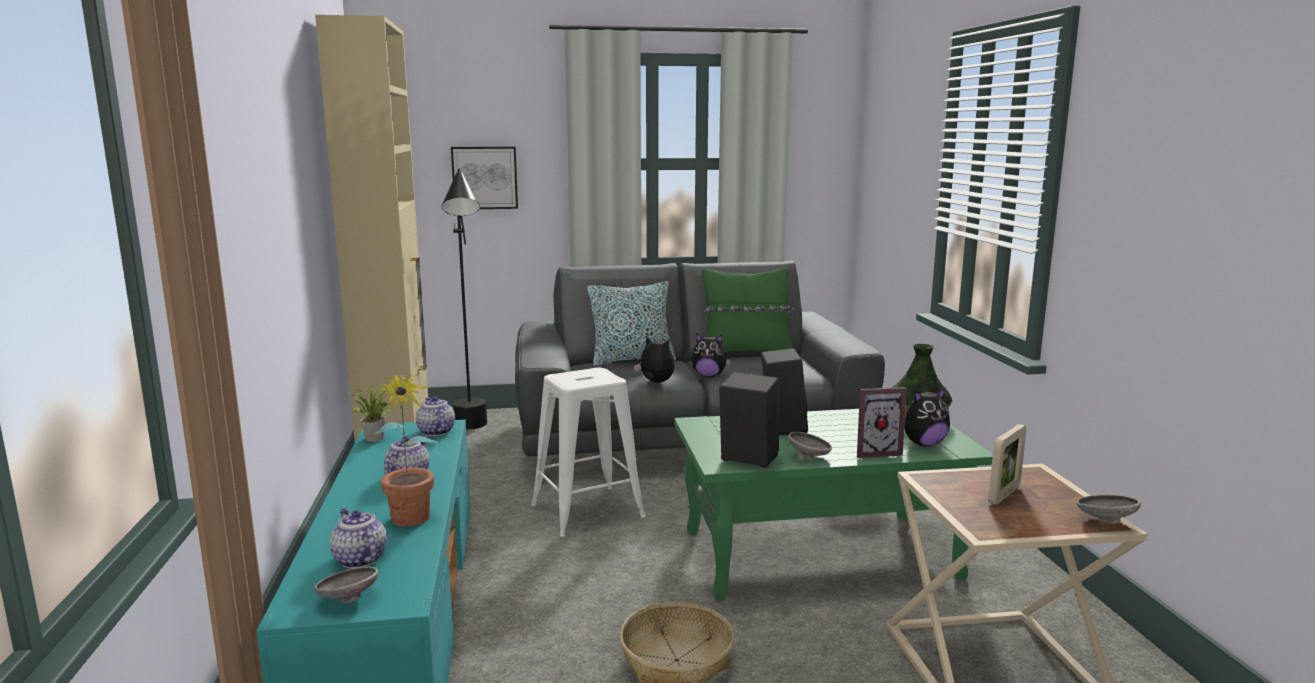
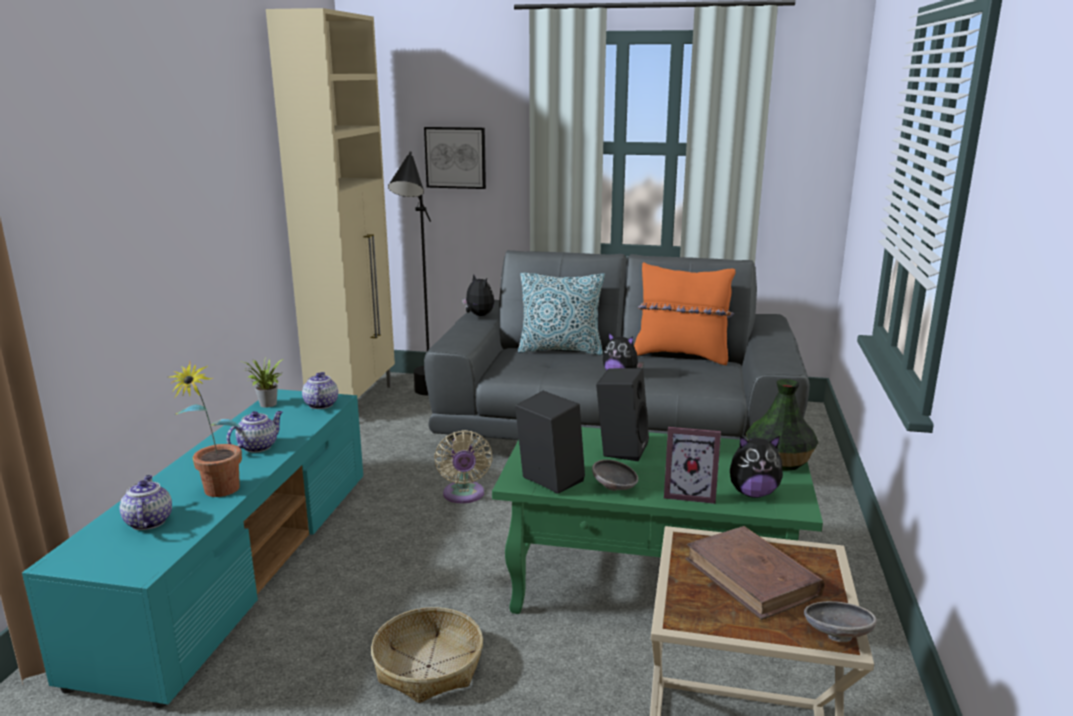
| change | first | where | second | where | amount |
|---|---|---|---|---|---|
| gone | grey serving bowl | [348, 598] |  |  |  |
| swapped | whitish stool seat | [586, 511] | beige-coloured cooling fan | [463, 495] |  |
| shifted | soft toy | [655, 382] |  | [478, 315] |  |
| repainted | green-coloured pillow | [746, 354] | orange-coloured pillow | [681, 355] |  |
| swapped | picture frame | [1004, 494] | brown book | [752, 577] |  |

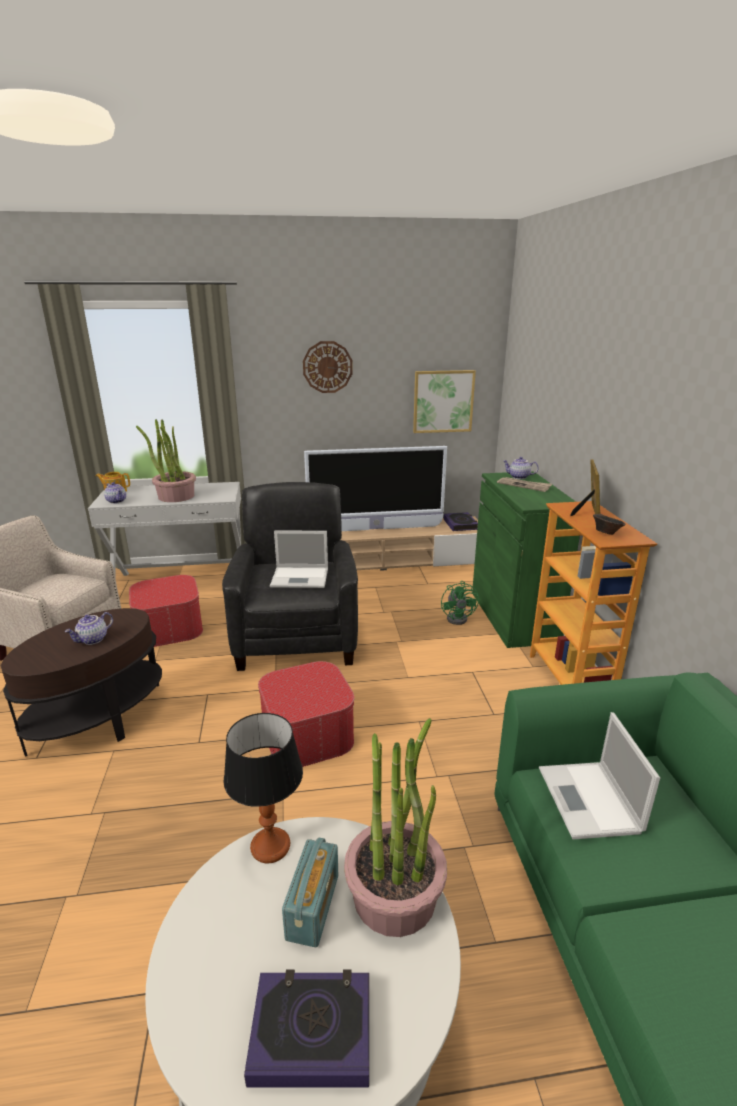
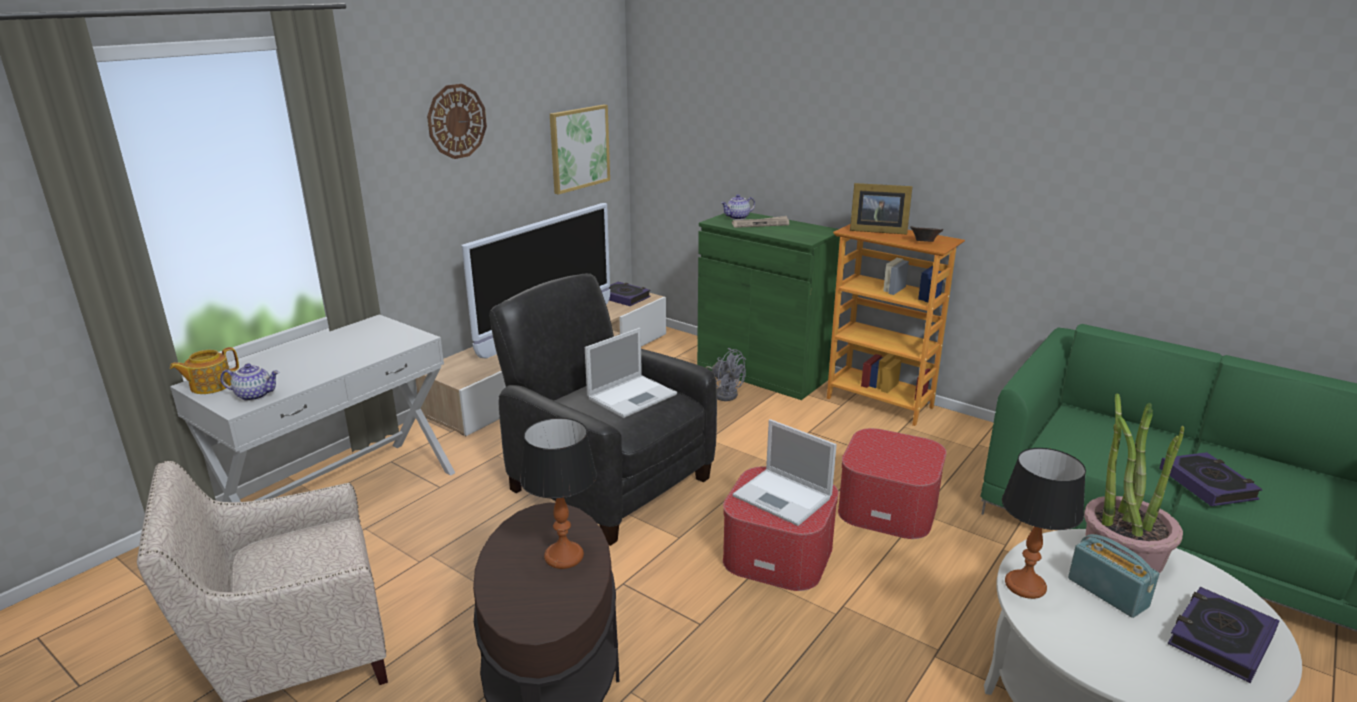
| change | first | where | second | where | amount |
|---|---|---|---|---|---|
| swapped | tea pot | [93, 640] | lamp for a table | [564, 556] |  |
| shifted | footrest | [169, 627] |  | [888, 507] |  |
| gone | houseplant | [176, 496] |  |  |  |
| repainted | green-coloured cooling fan | [459, 618] | grey cooling fan | [725, 393] |  |
| shifted | portable computer | [590, 801] |  | [784, 497] |  |
| rotated | picture frame | [588, 512] |  | [876, 230] | 135 degrees clockwise |
| new |  |  | book | [1207, 484] |  |

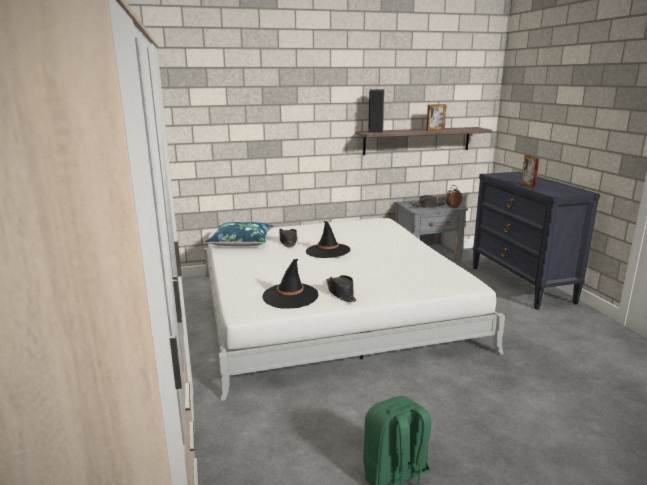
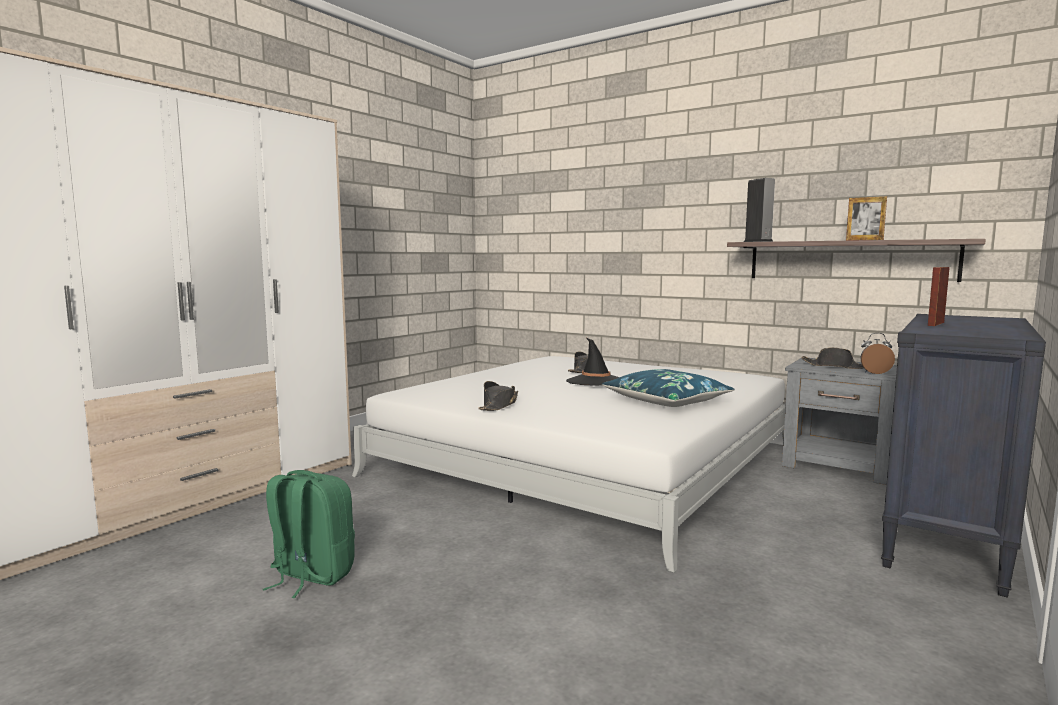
| change | first | where | second | where | amount |
|---|---|---|---|---|---|
| shifted | blue-coloured pillow | [241, 242] |  | [666, 401] |  |
| gone | blackish clothing hat | [290, 296] |  |  |  |

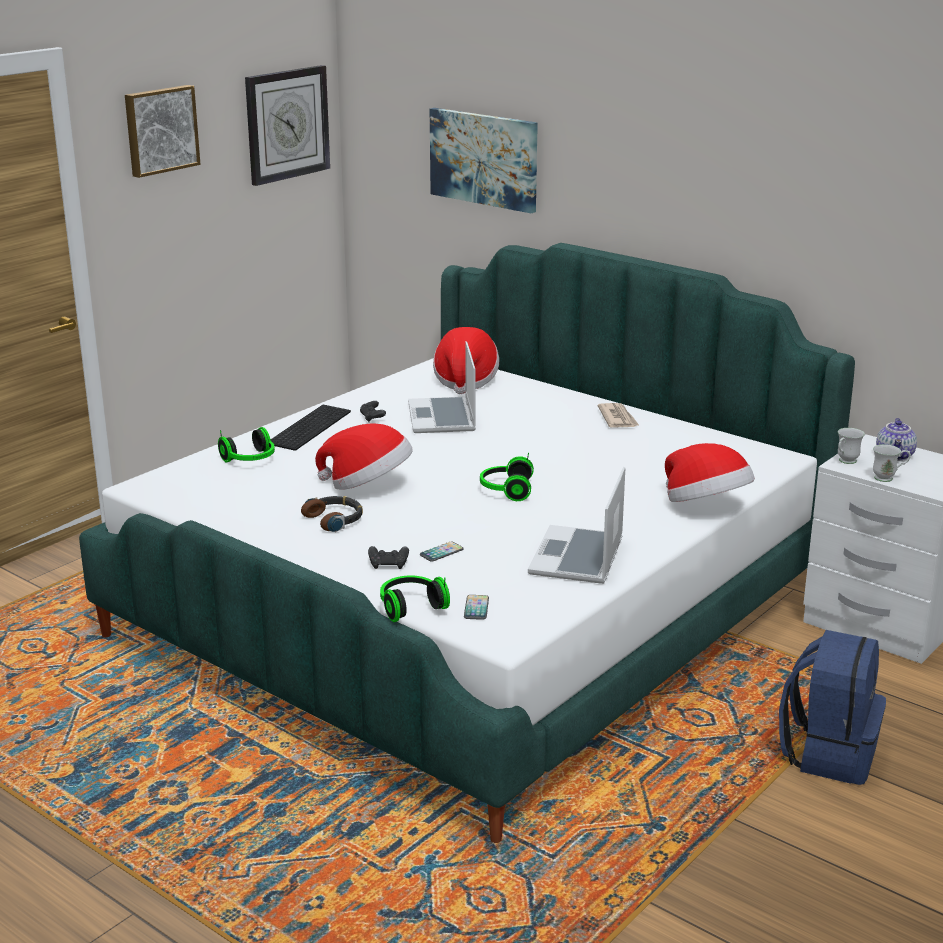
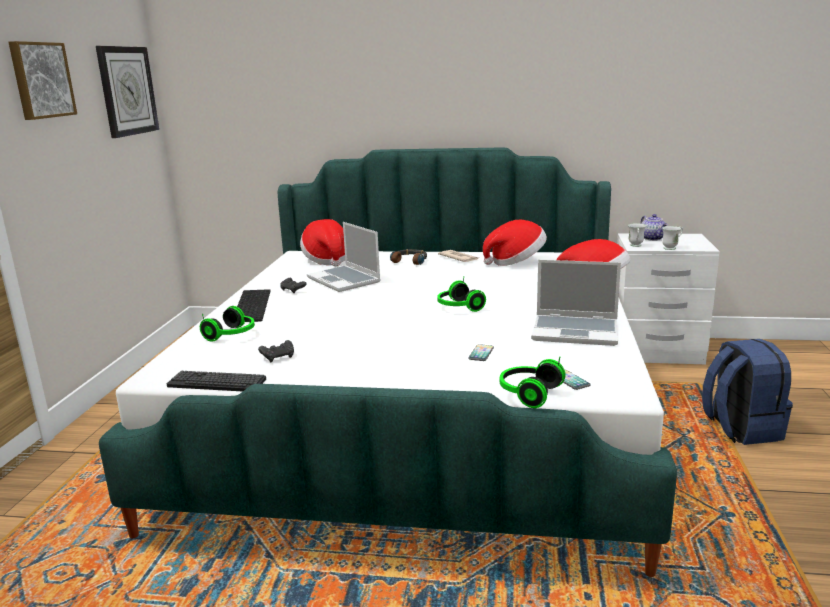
| change | first | where | second | where | amount |
|---|---|---|---|---|---|
| shifted | headset | [335, 519] |  | [410, 261] |  |
| shifted | clothing hat | [368, 485] |  | [516, 262] |  |
| shifted | blackish joypad | [388, 565] |  | [278, 357] |  |
| gone | picture | [484, 159] |  |  |  |
| rotated | portable computer | [578, 558] |  | [576, 331] | 60 degrees counterclockwise |
| new |  |  | keyboard | [217, 383] |  |

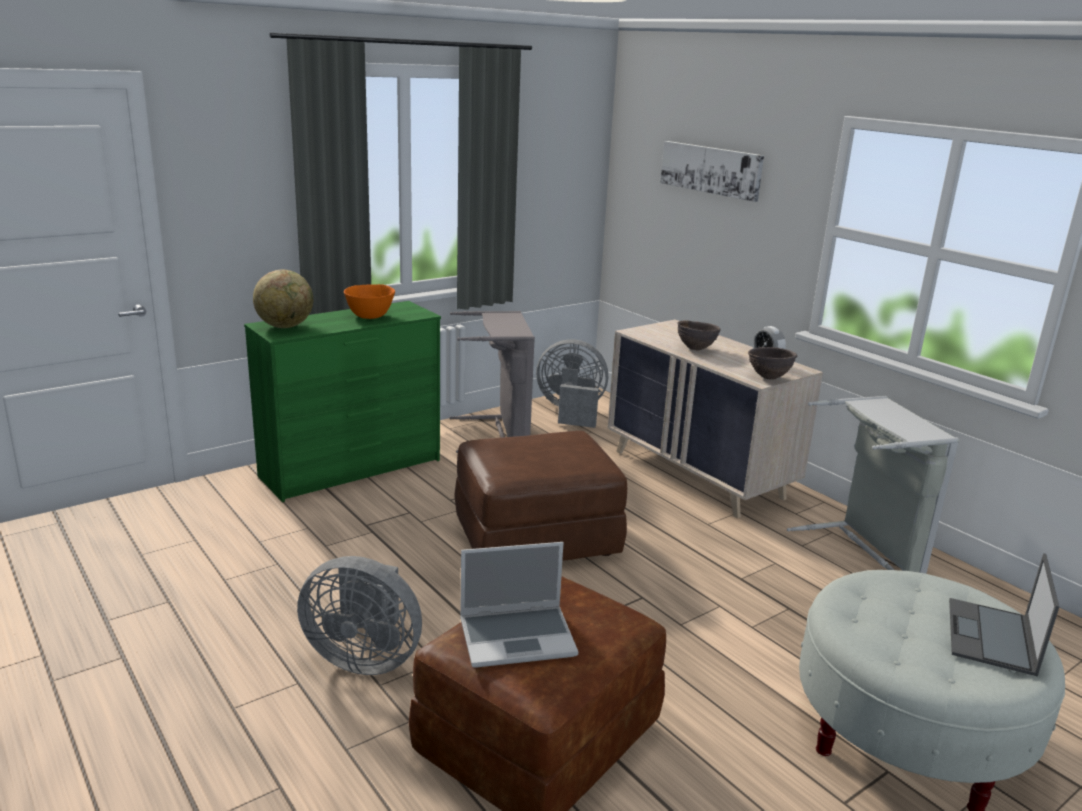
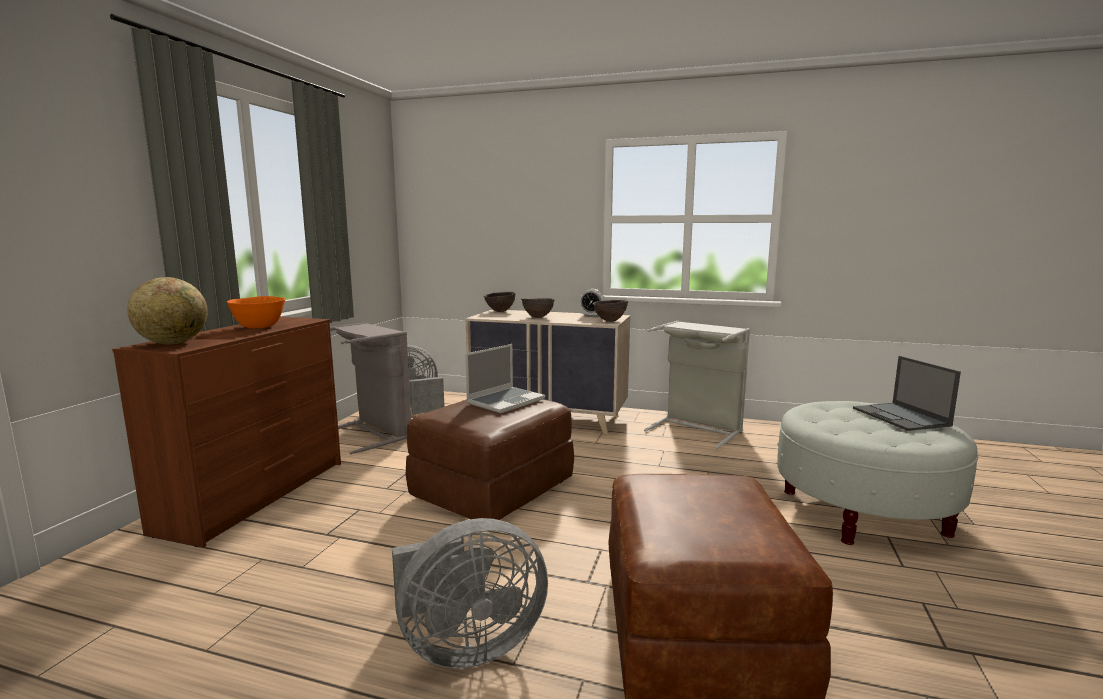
| change | first | where | second | where | amount |
|---|---|---|---|---|---|
| repainted | green-coloured chest of drawers | [352, 469] | brown chest of drawers | [256, 496] |  |
| shifted | portable computer | [518, 637] |  | [505, 401] |  |
| gone | picture | [711, 169] |  |  |  |
| new |  |  | brown serving bowl | [500, 311] |  |

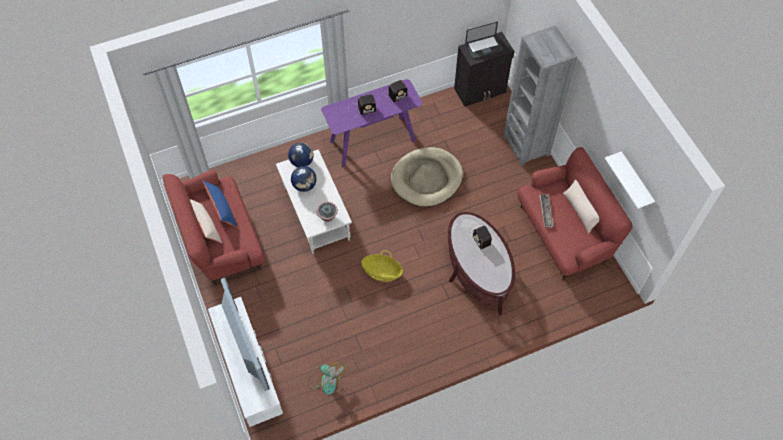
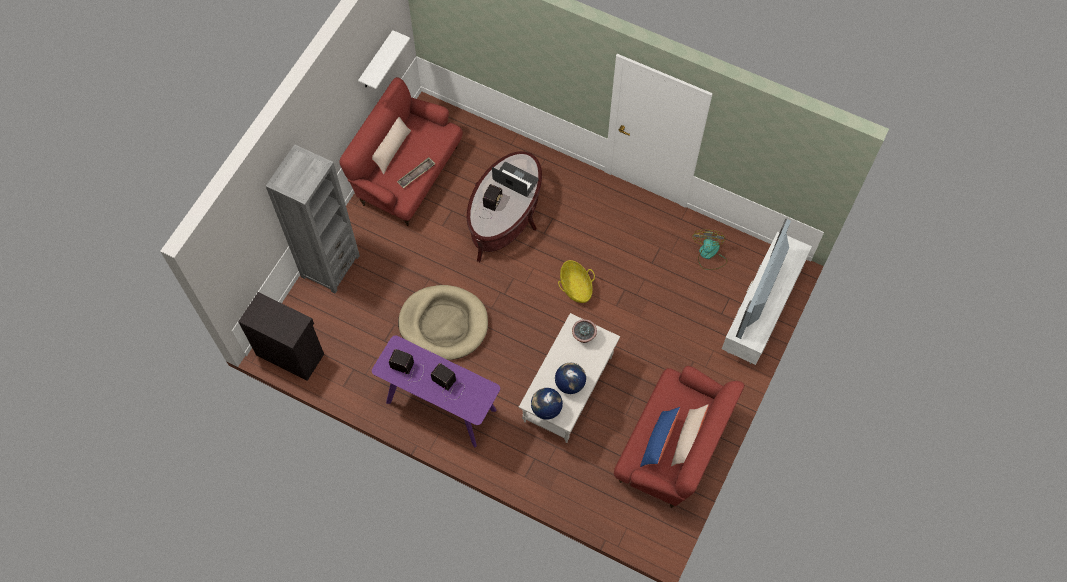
| change | first | where | second | where | amount |
|---|---|---|---|---|---|
| shifted | portable computer | [484, 47] |  | [515, 180] |  |

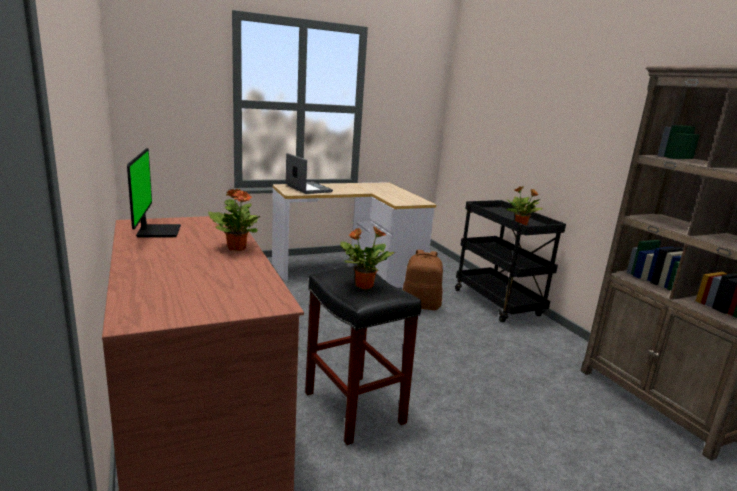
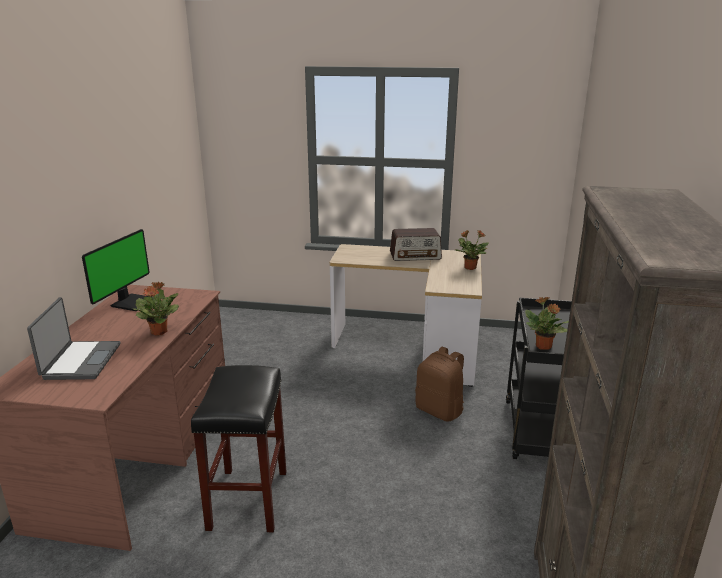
| change | first | where | second | where | amount |
|---|---|---|---|---|---|
| shifted | portable computer | [308, 189] |  | [80, 361] |  |
| shifted | houseplant | [363, 285] |  | [469, 267] |  |
| new |  |  | radio set | [415, 256] |  |

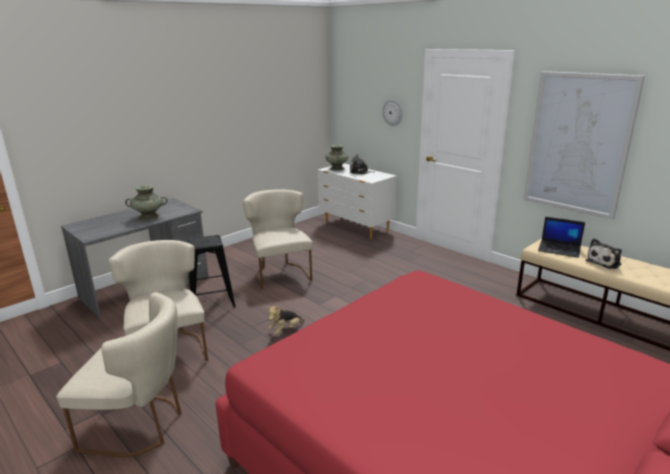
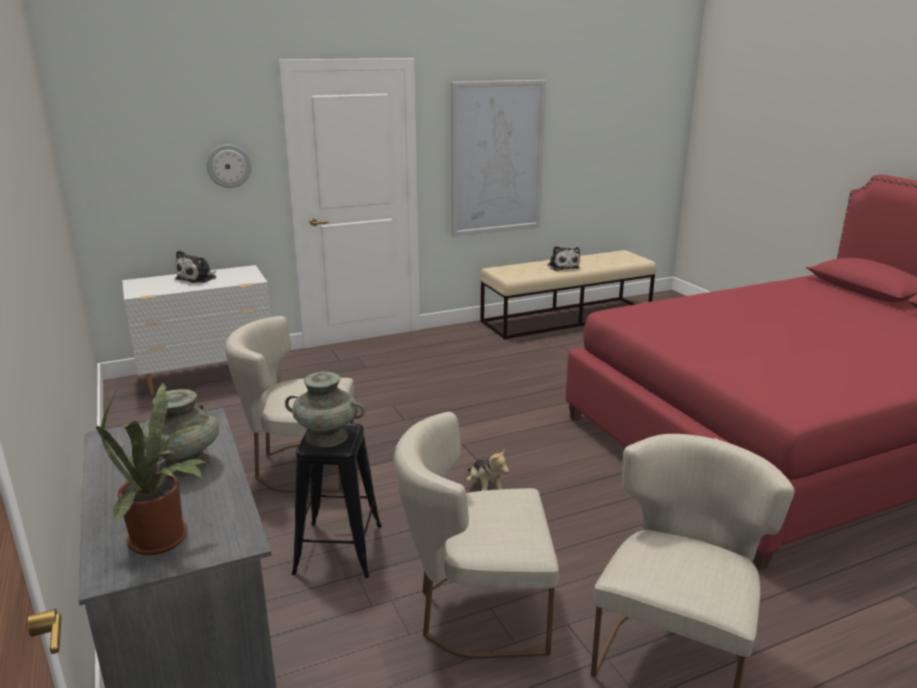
| change | first | where | second | where | amount |
|---|---|---|---|---|---|
| shifted | turquoise-coloured flower vase | [337, 168] |  | [327, 436] |  |
| gone | portable computer | [560, 249] |  |  |  |
| new |  |  | houseplant | [165, 540] |  |

